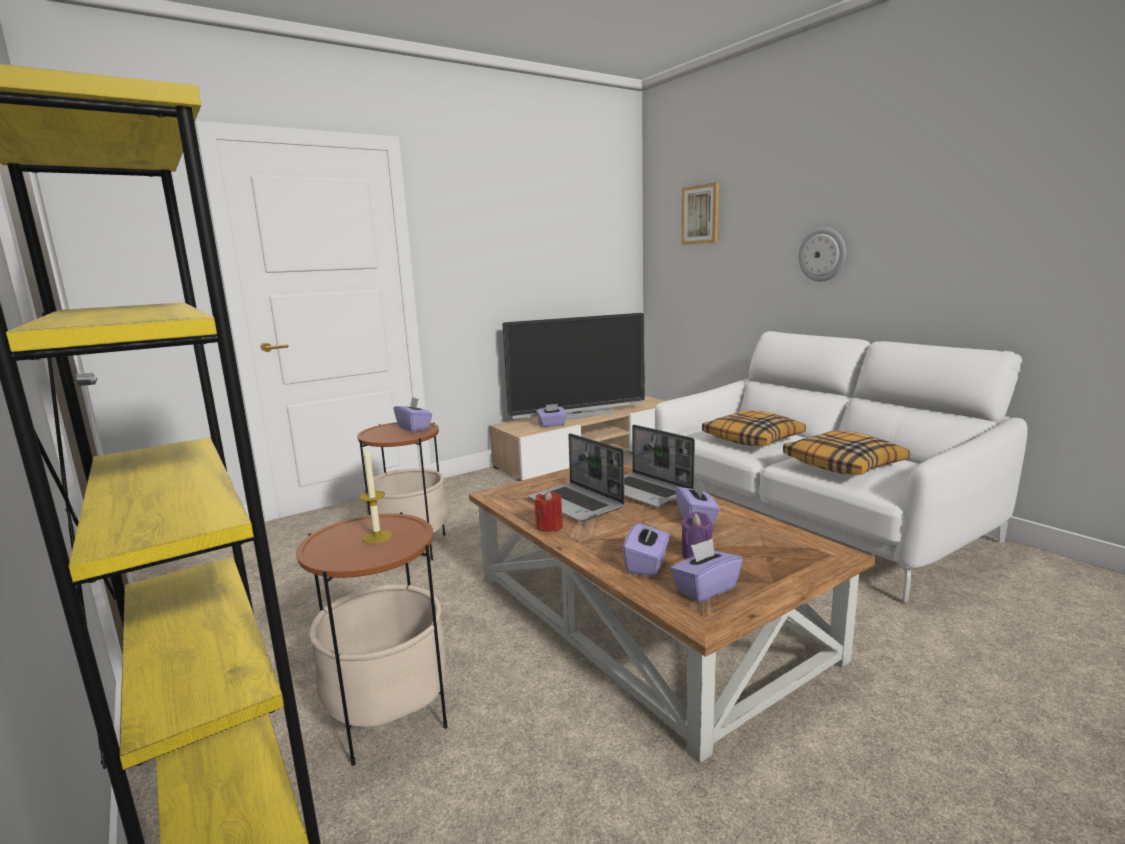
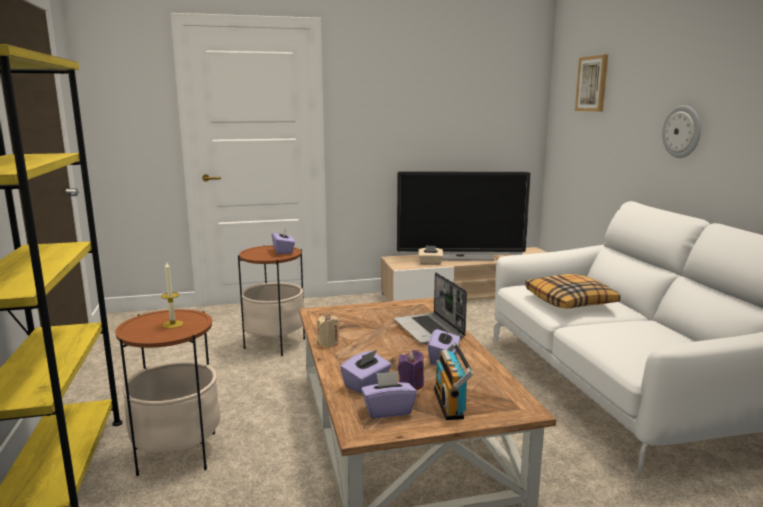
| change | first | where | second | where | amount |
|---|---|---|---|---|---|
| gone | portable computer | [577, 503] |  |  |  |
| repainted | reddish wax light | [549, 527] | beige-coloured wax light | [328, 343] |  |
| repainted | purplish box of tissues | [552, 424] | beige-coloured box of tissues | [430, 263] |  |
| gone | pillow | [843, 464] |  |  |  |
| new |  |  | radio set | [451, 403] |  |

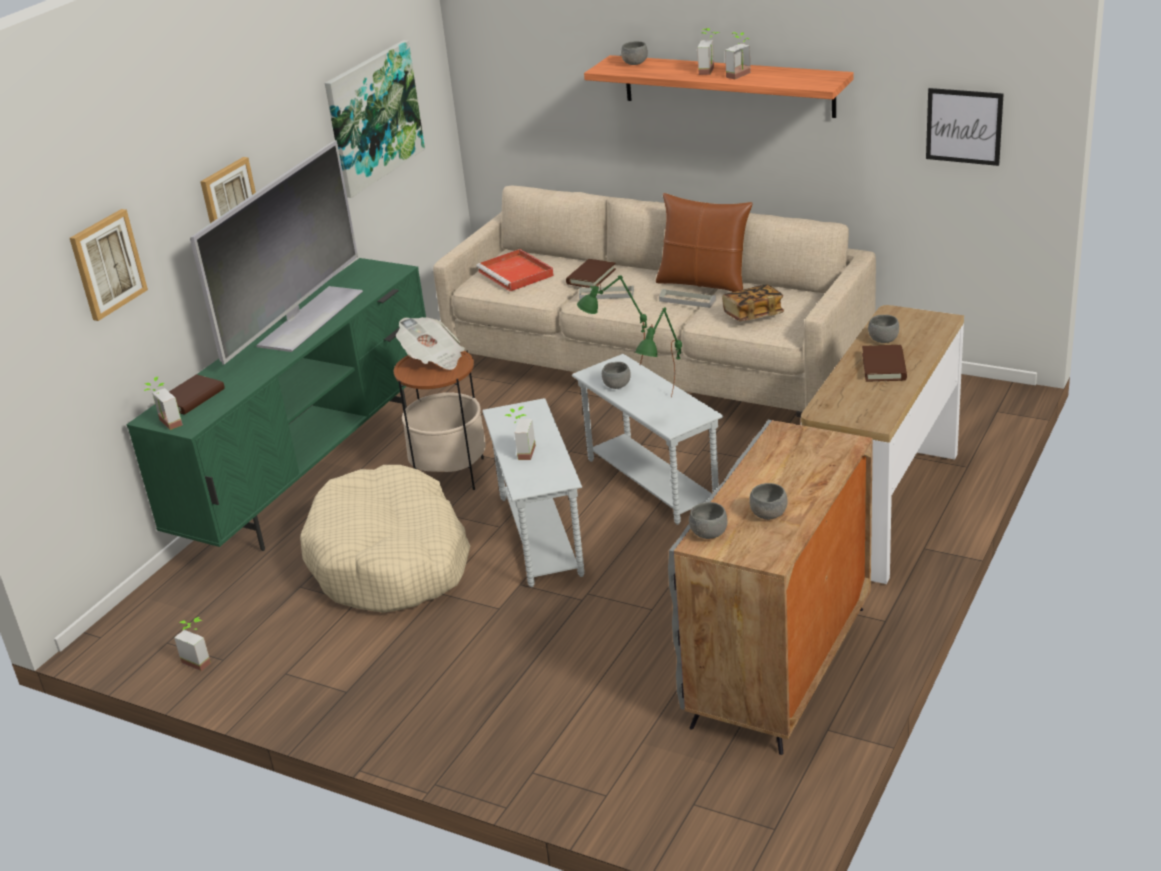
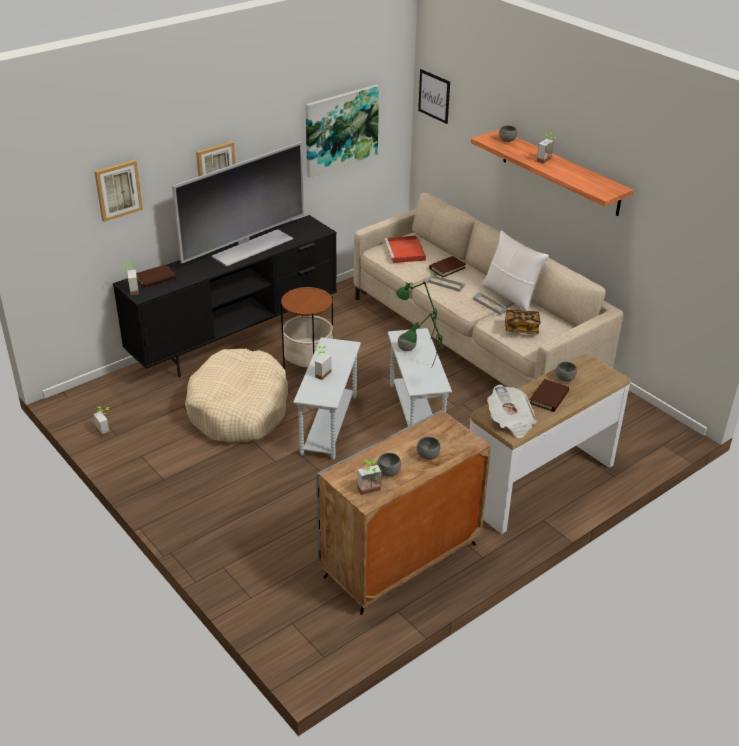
| change | first | where | second | where | amount |
|---|---|---|---|---|---|
| repainted | green-coloured media console | [315, 475] | blackish media console | [236, 339] |  |
| shifted | daily paper | [433, 359] |  | [510, 422] |  |
| repainted | brown pillow | [704, 283] | whitish pillow | [510, 296] |  |
| shifted | grey serving bowl | [708, 534] |  | [427, 456] |  |
| shifted | houseplant | [742, 76] |  | [370, 492] |  |
| shifted | picture | [964, 126] |  | [434, 96] |  |

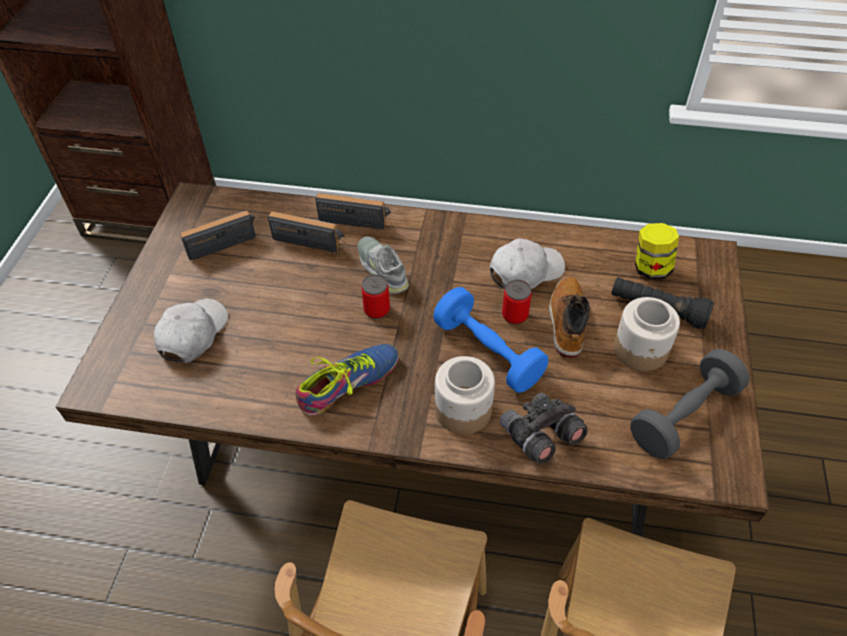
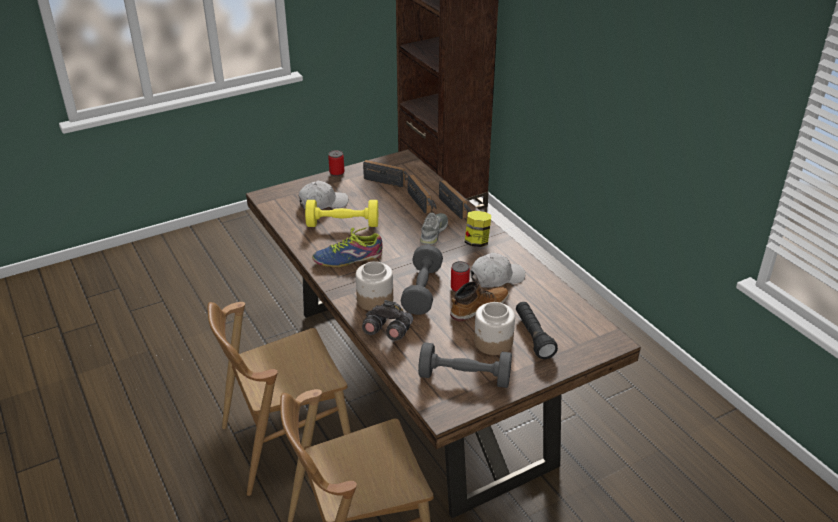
| change | first | where | second | where | amount |
|---|---|---|---|---|---|
| rotated | item of footwear | [348, 383] |  | [348, 258] | 150 degrees clockwise |
| shifted | metal can | [376, 310] |  | [337, 173] |  |
| repainted | blue-coloured hand weight | [488, 352] | grey hand weight | [422, 291] |  |
| rotated | whitish cap | [525, 271] |  | [496, 277] | 45 degrees counterclockwise |
| shifted | jar | [651, 268] |  | [477, 242] |  |
| new |  |  | yellow hand weight | [343, 225] |  |

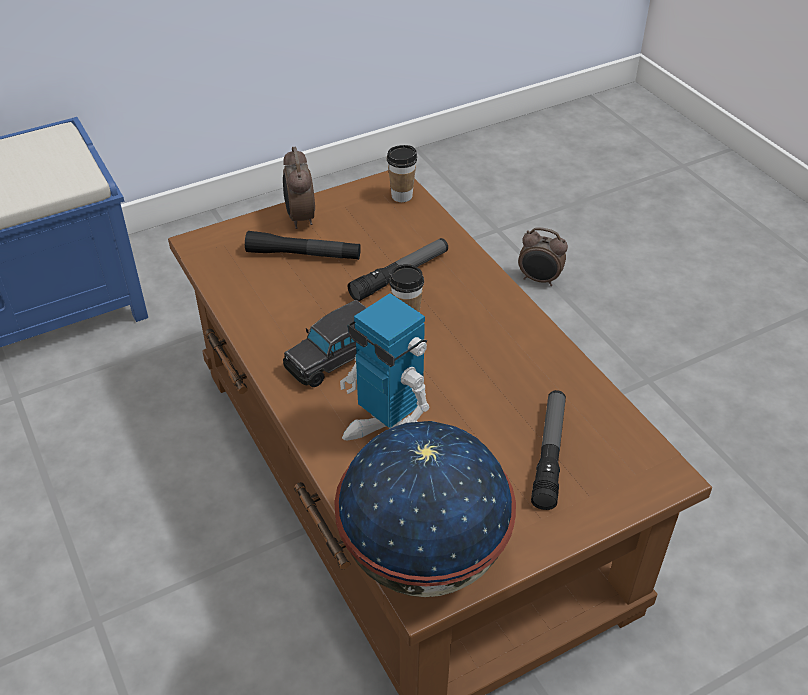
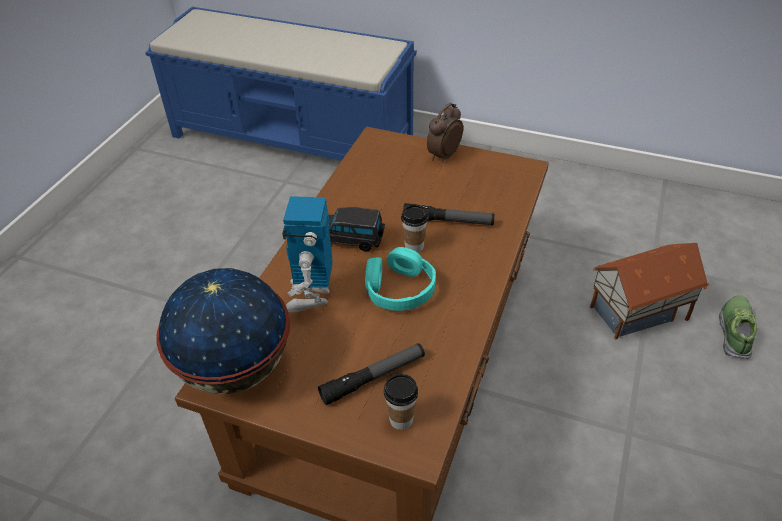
| change | first | where | second | where | amount |
|---|---|---|---|---|---|
| gone | blackish flashlight | [303, 254] |  |  |  |
| shifted | cup | [402, 196] |  | [401, 420] |  |
| swapped | bedside clock | [539, 280] | toy house | [639, 314] |  |
| new |  |  | turquoise-coloured headset | [399, 289] |  |
| new |  |  | item of footwear | [736, 332] |  |

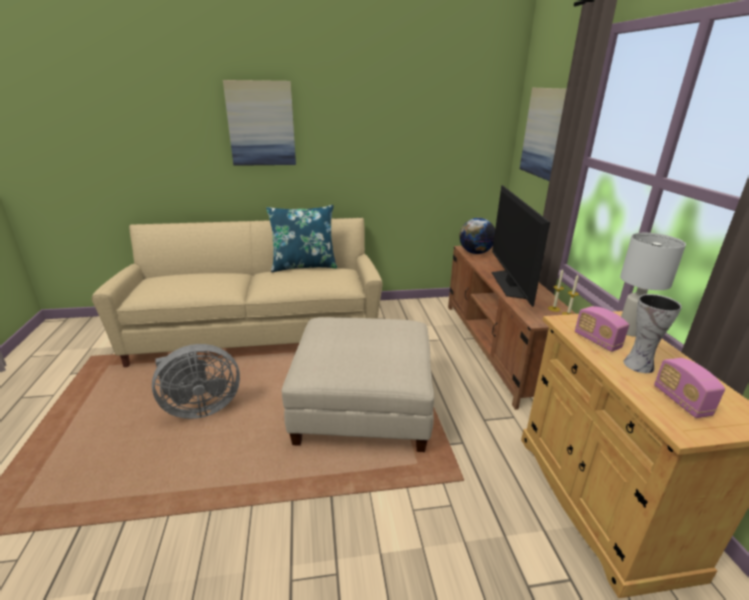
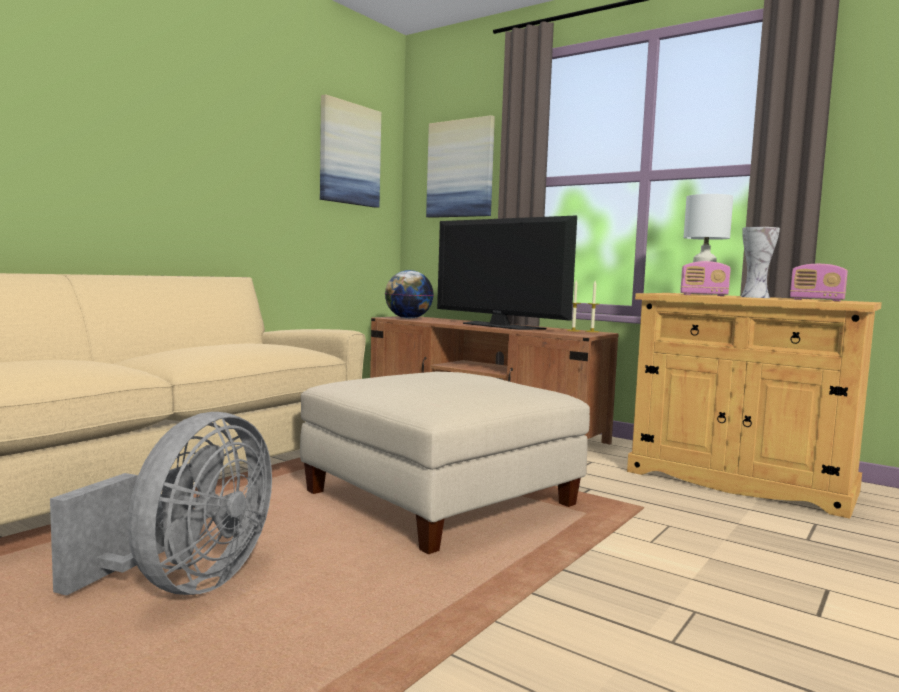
| change | first | where | second | where | amount |
|---|---|---|---|---|---|
| shifted | picture | [261, 124] |  | [349, 154] |  |
| gone | blue-coloured pillow | [304, 266] |  |  |  |

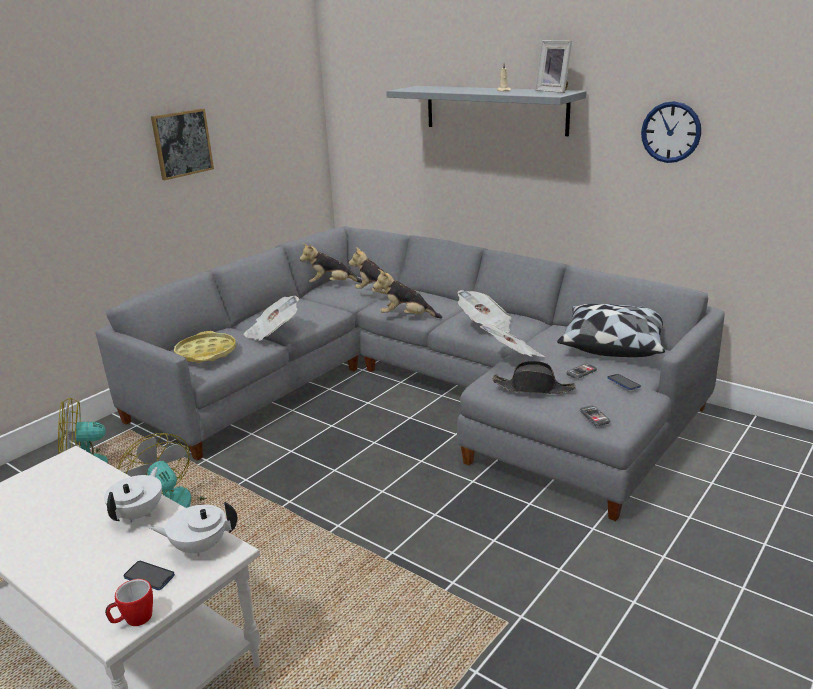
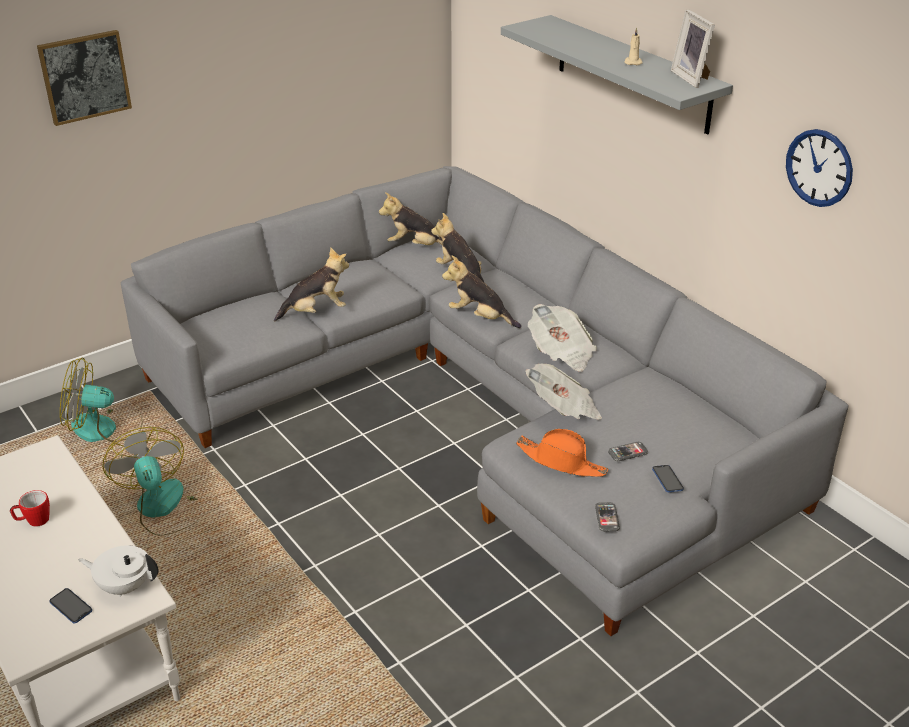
| change | first | where | second | where | amount |
|---|---|---|---|---|---|
| gone | whitish tea pot | [139, 514] |  |  |  |
| shifted | coffee mug | [133, 620] |  | [34, 521] |  |
| shifted | picture | [182, 143] |  | [84, 77] |  |
| gone | yellow carrying tray | [206, 353] |  |  |  |
| swapped | daily paper | [273, 332] | soft toy | [316, 311] |  |
| repainted | blackish clothing hat | [533, 388] | orange-coloured clothing hat | [561, 462] |  |
| gone | pillow | [612, 344] |  |  |  |

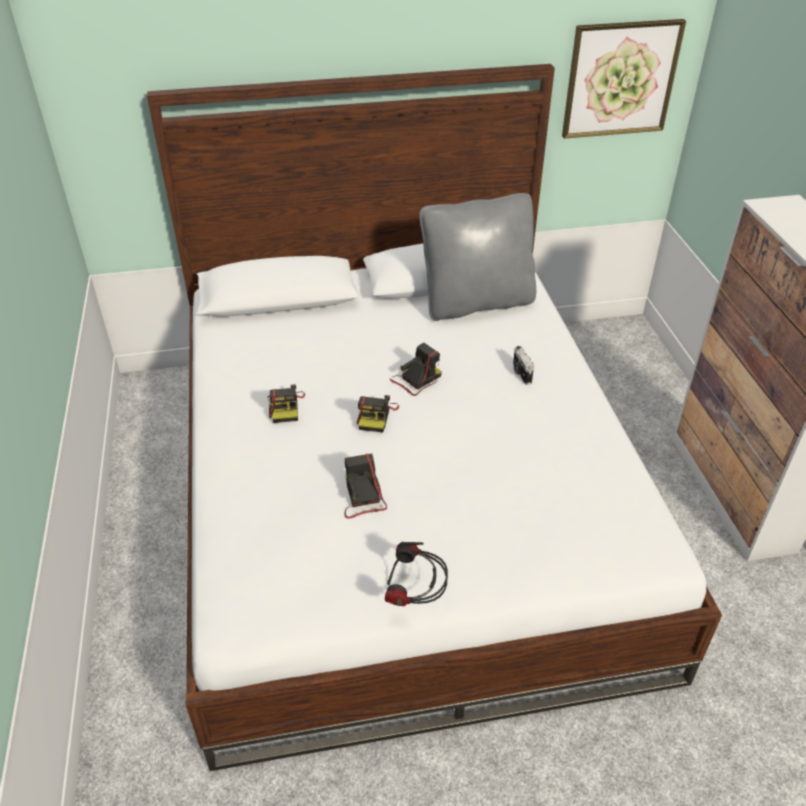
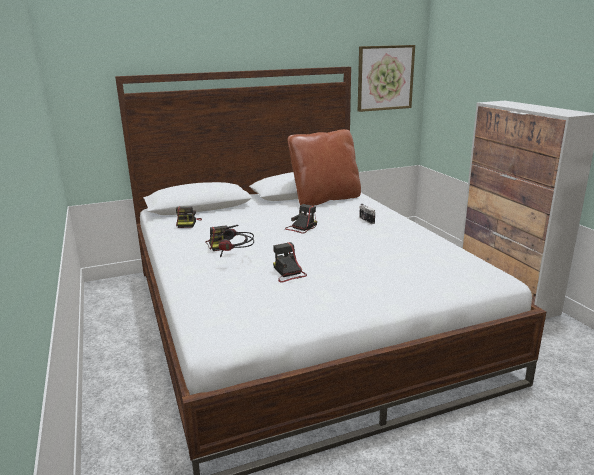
| change | first | where | second | where | amount |
|---|---|---|---|---|---|
| shifted | photo camera | [376, 416] |  | [188, 223] |  |
| shifted | headset | [415, 598] |  | [237, 259] |  |
| repainted | grey pillow | [476, 303] | brown pillow | [325, 199] |  |

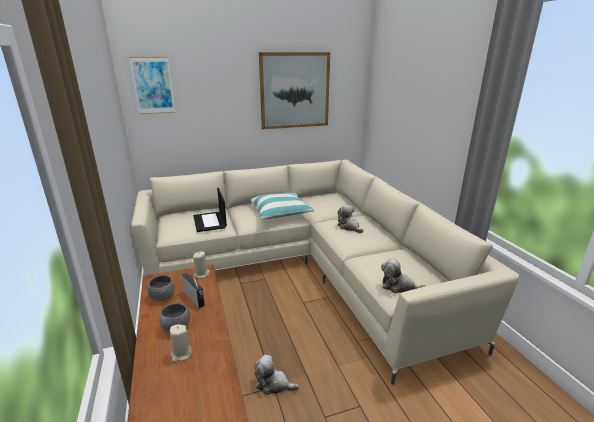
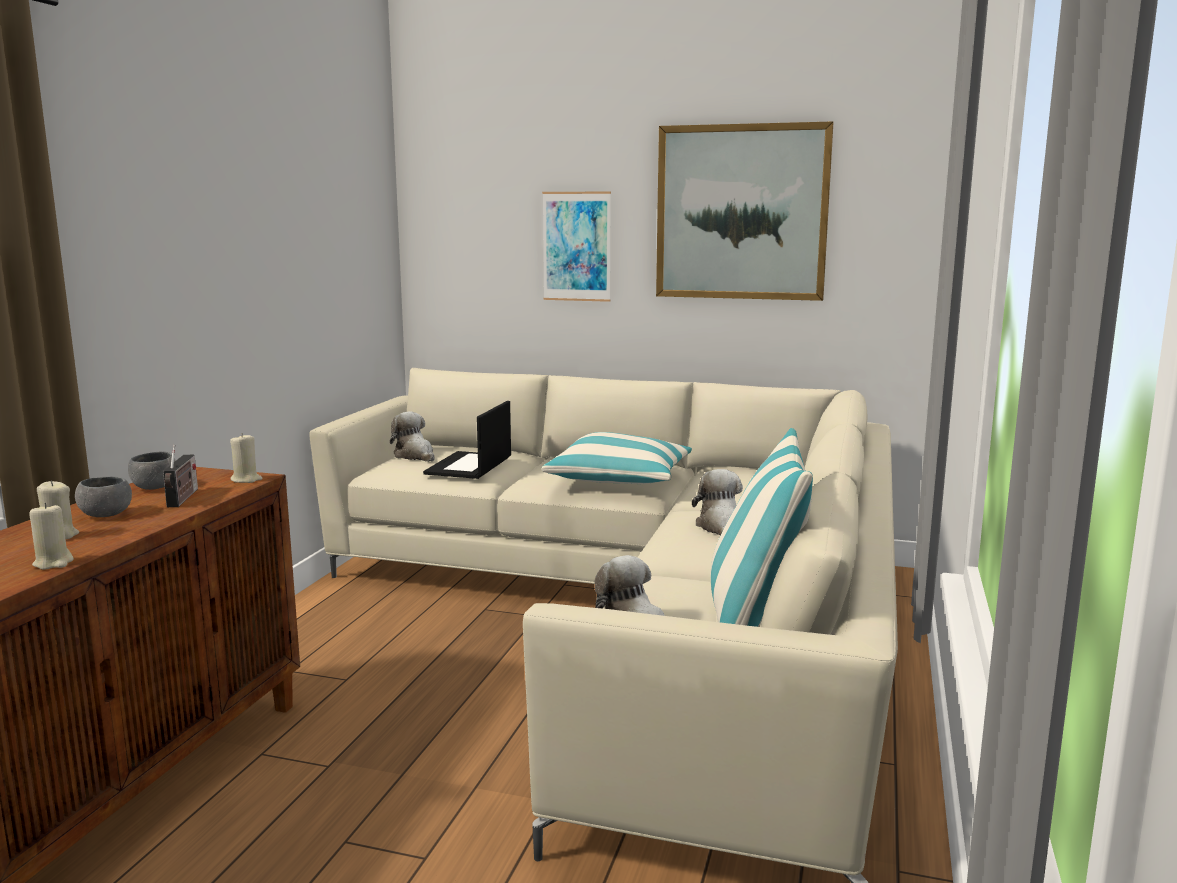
| change | first | where | second | where | amount |
|---|---|---|---|---|---|
| shifted | picture | [153, 85] |  | [576, 246] |  |
| shifted | soft toy | [273, 384] |  | [415, 456] |  |
| new |  |  | beige-coloured wax light | [53, 563] |  |
| new |  |  | pillow | [754, 621] |  |

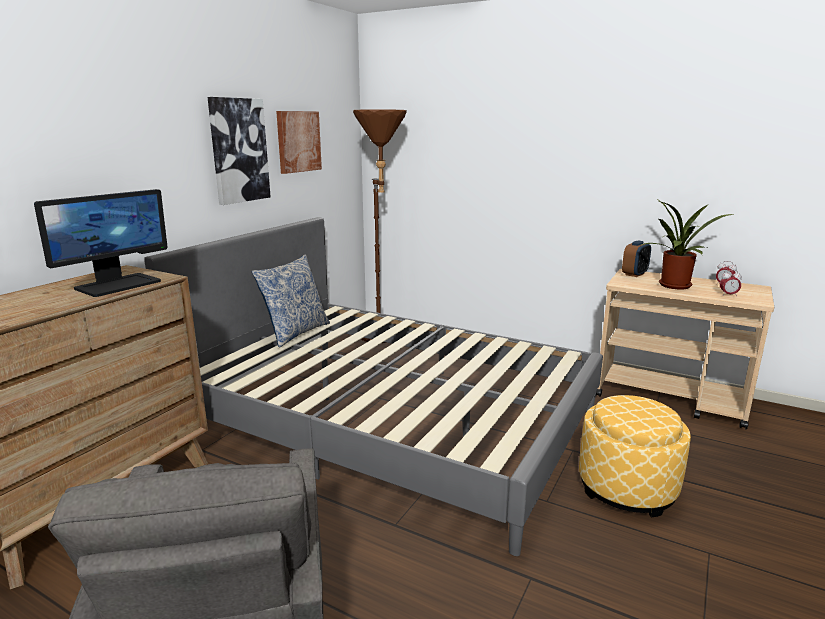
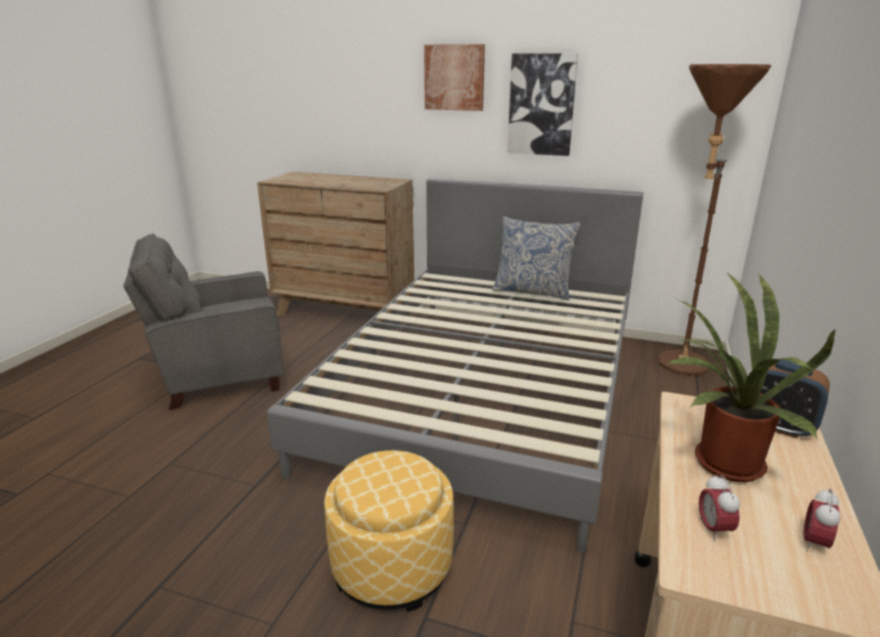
| change | first | where | second | where | amount |
|---|---|---|---|---|---|
| gone | monitor | [118, 284] |  |  |  |
| shifted | picture | [298, 141] |  | [454, 77] |  |

